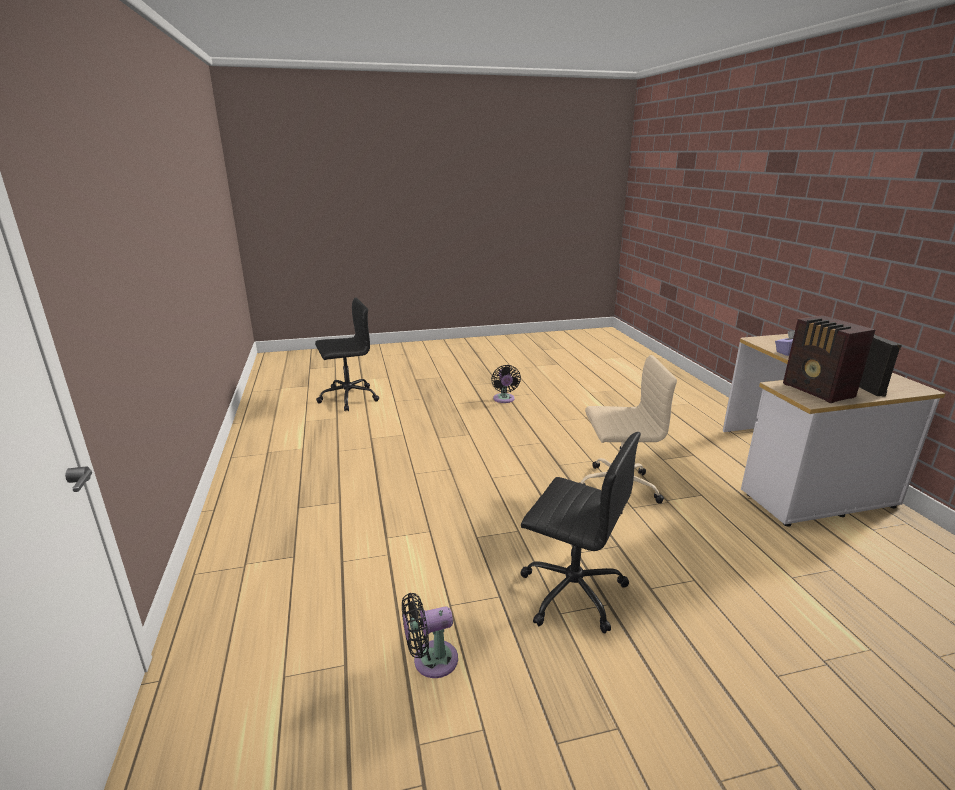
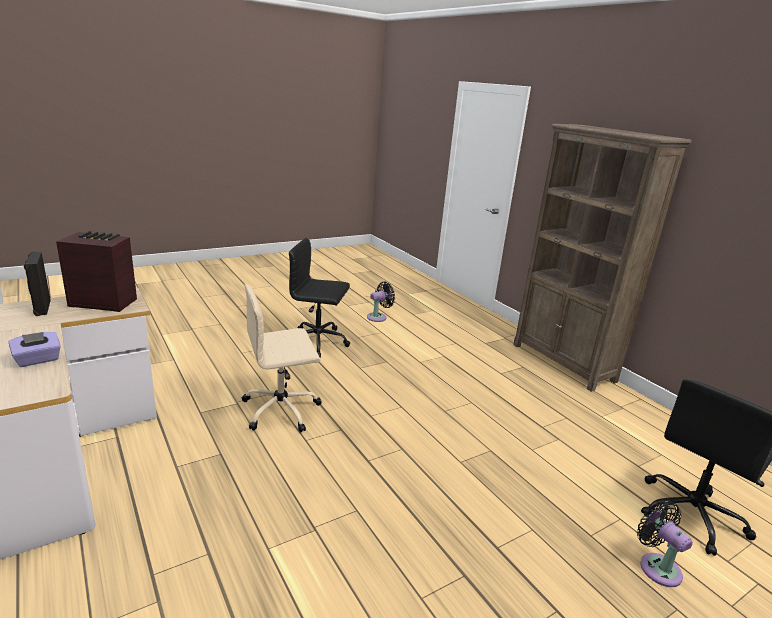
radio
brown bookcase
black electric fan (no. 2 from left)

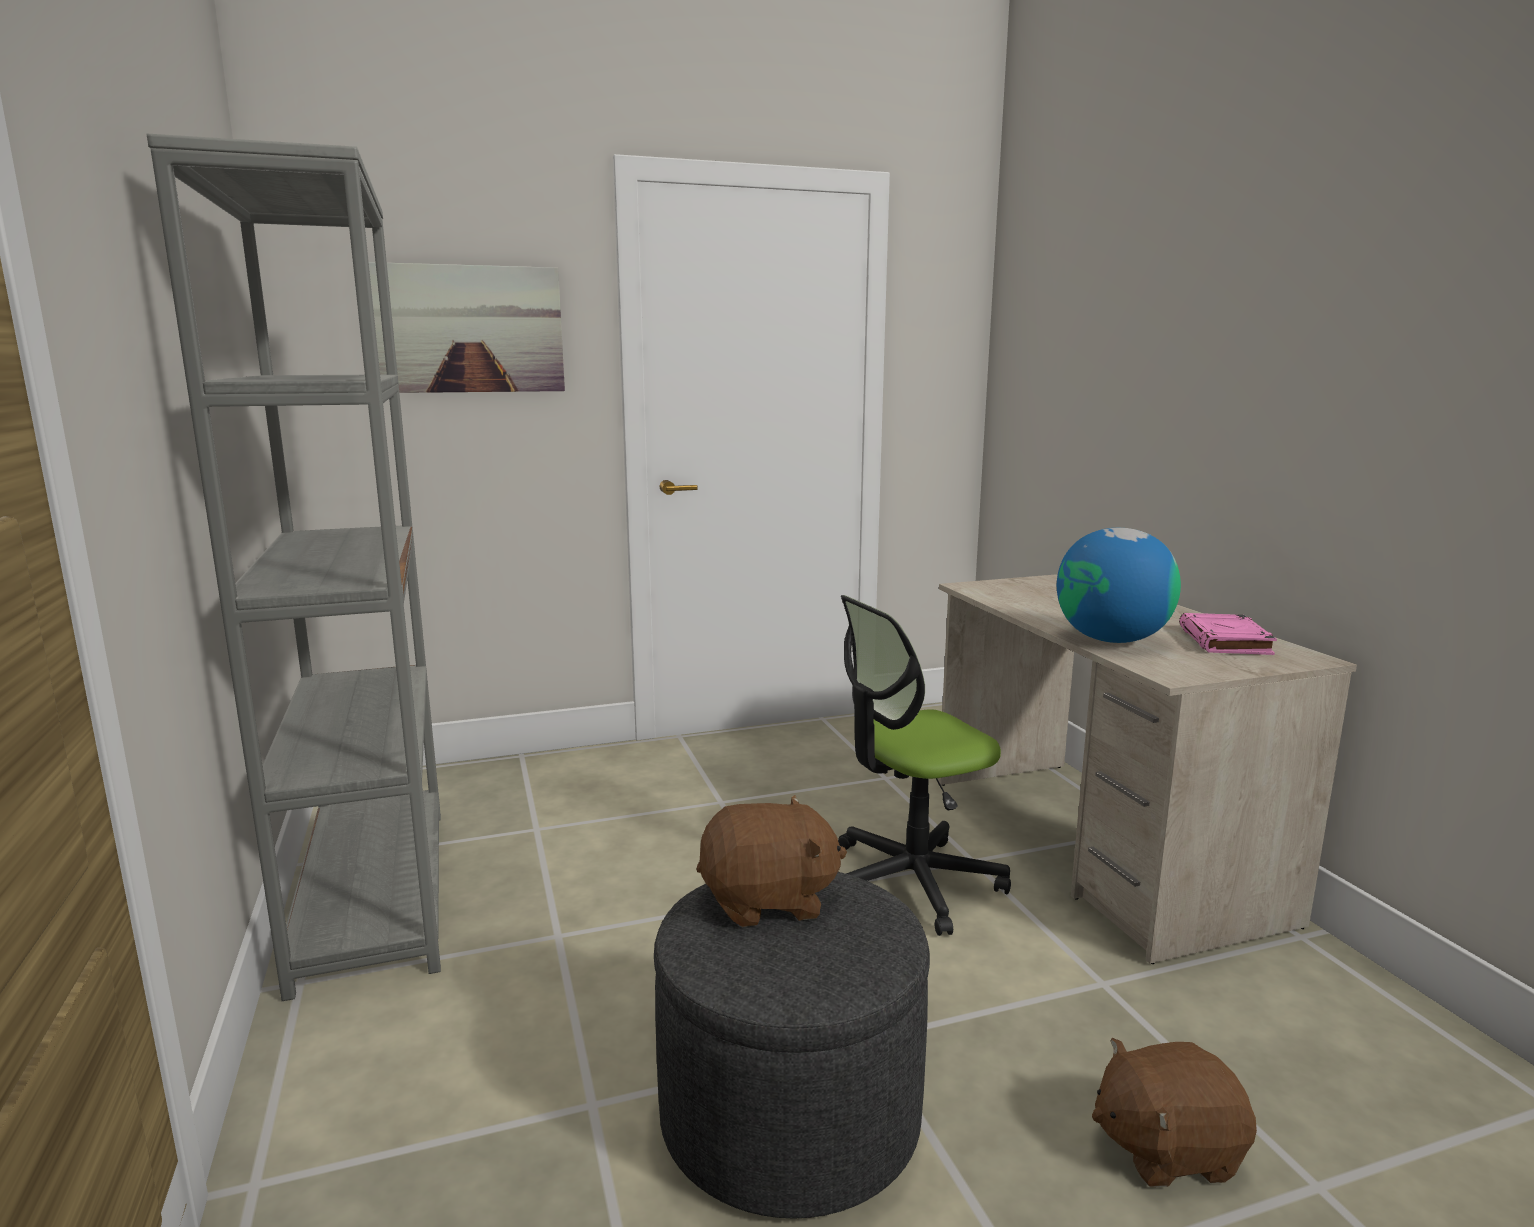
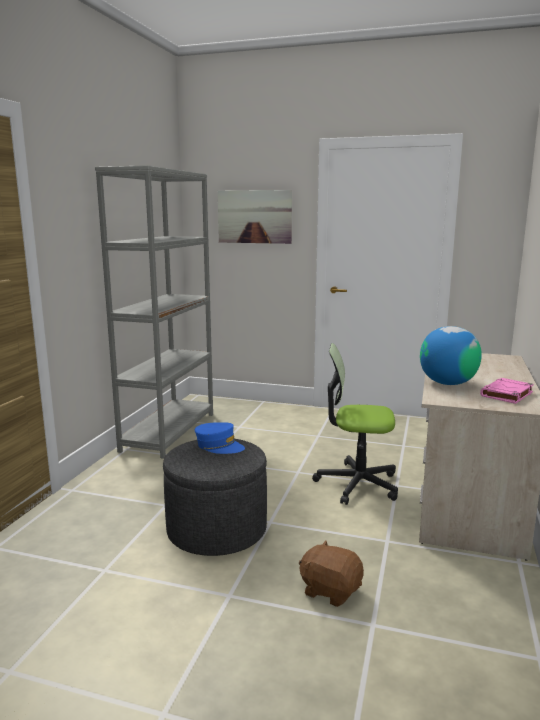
blue cap

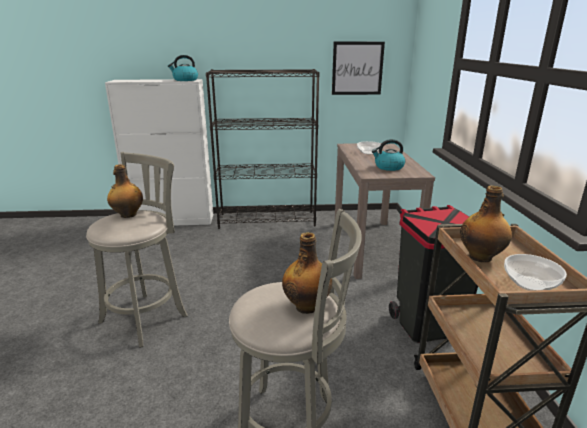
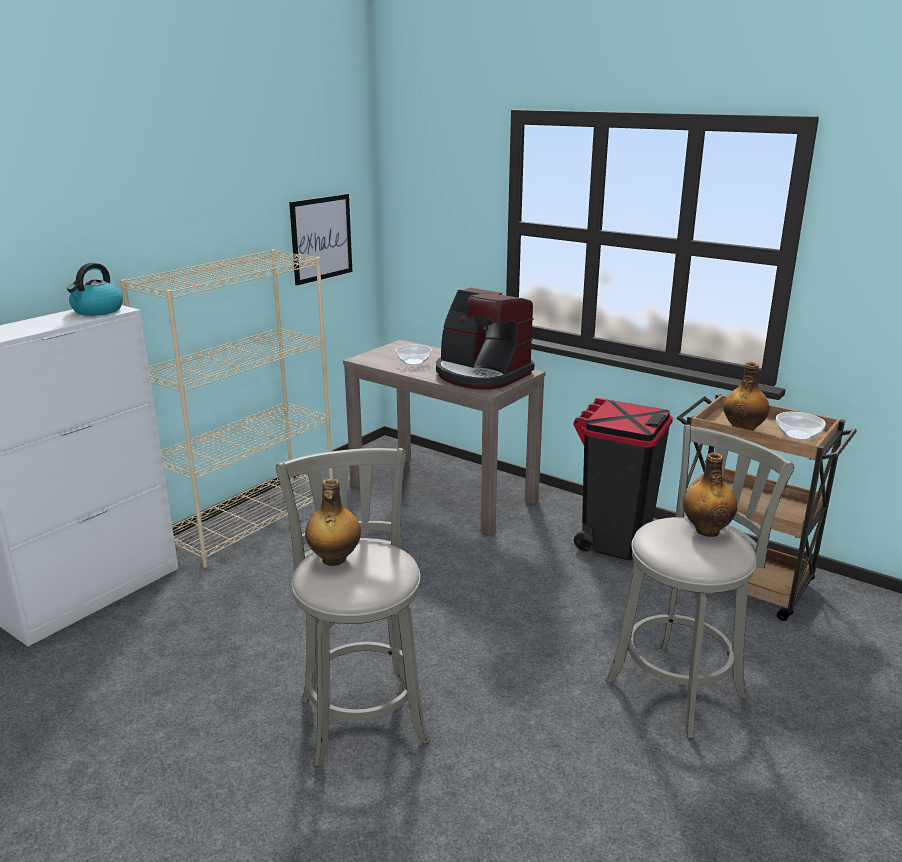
beige-coloured bookcase
coffee machine

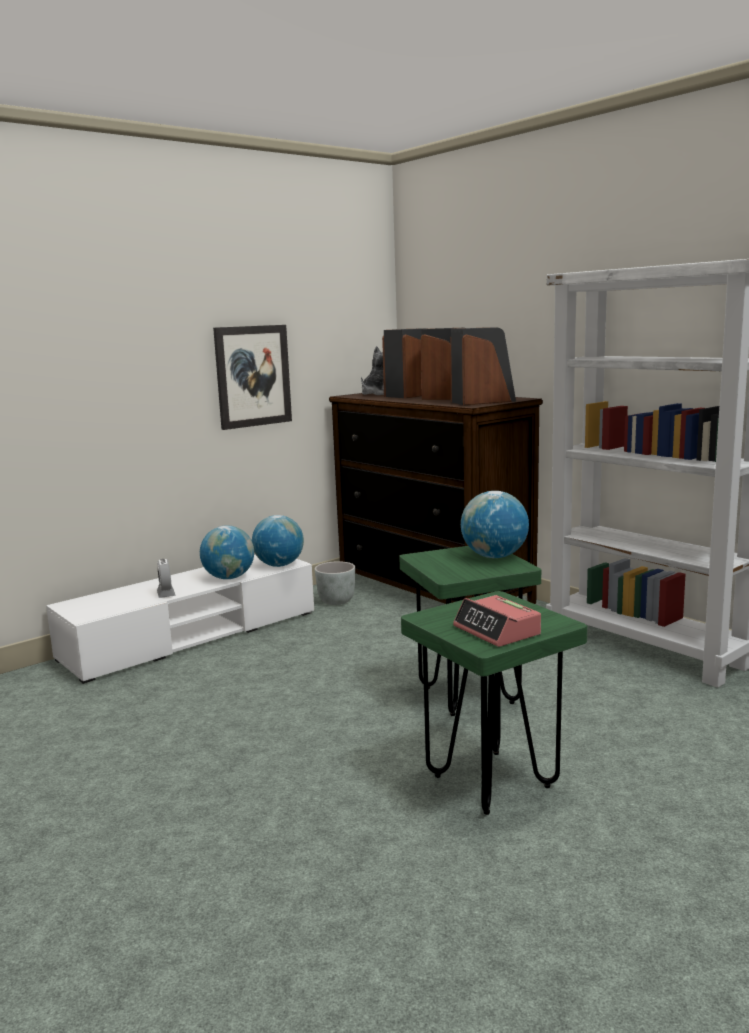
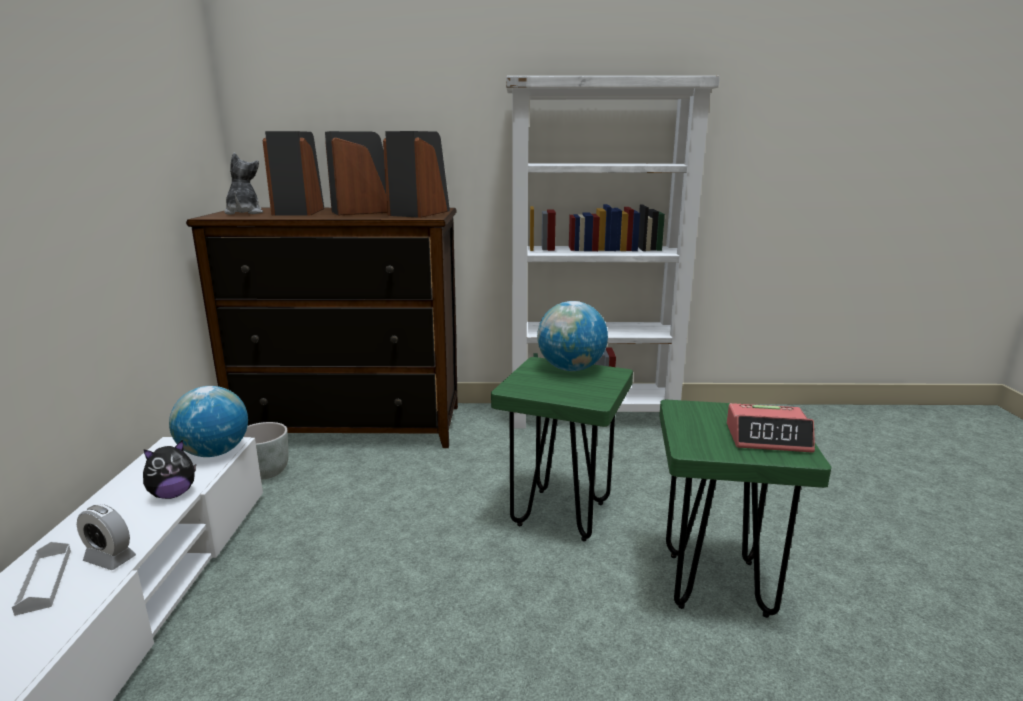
white serving tray
cuddly toy (no. 1 from left)
wall art

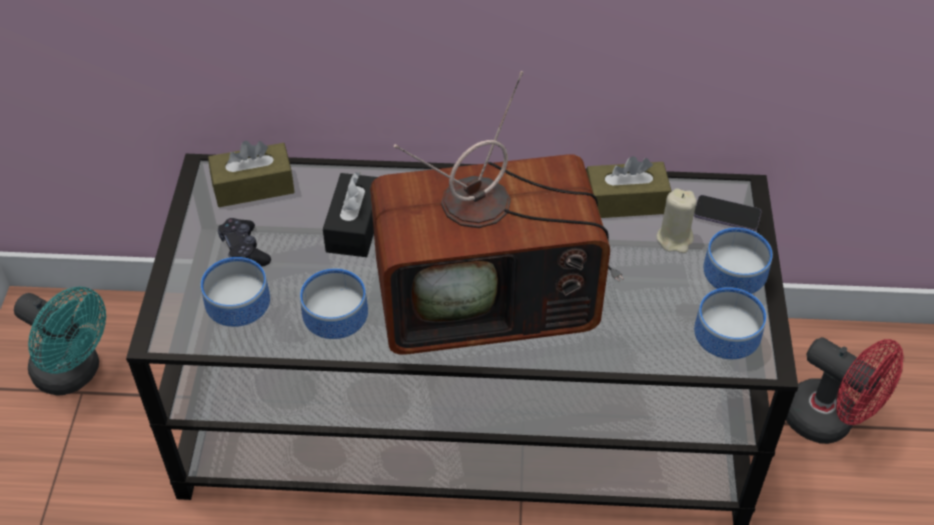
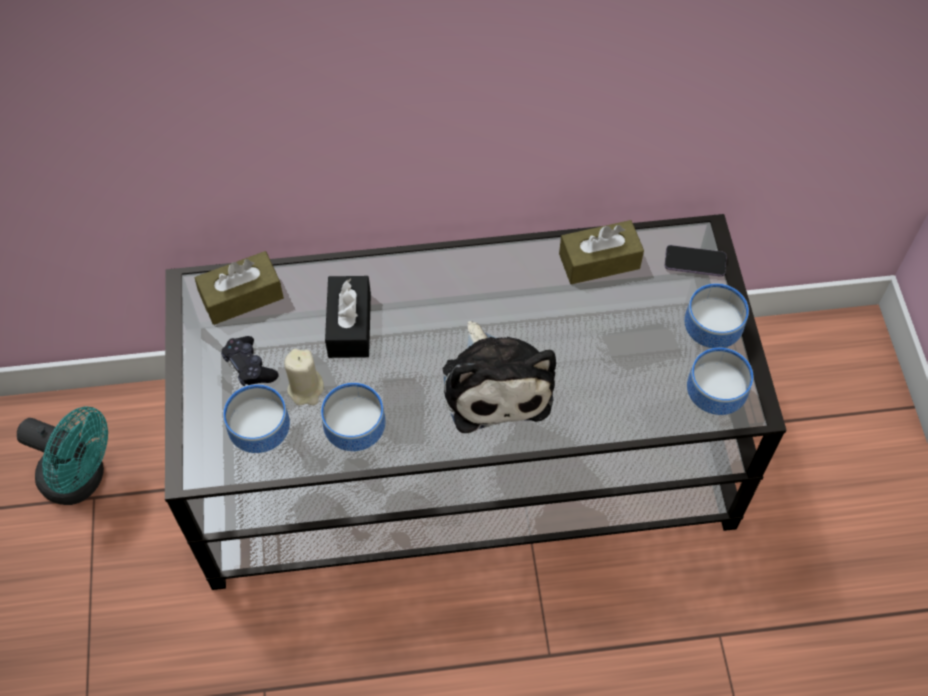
beige-coloured wax candle
cuddly toy
red-coloured electric fan

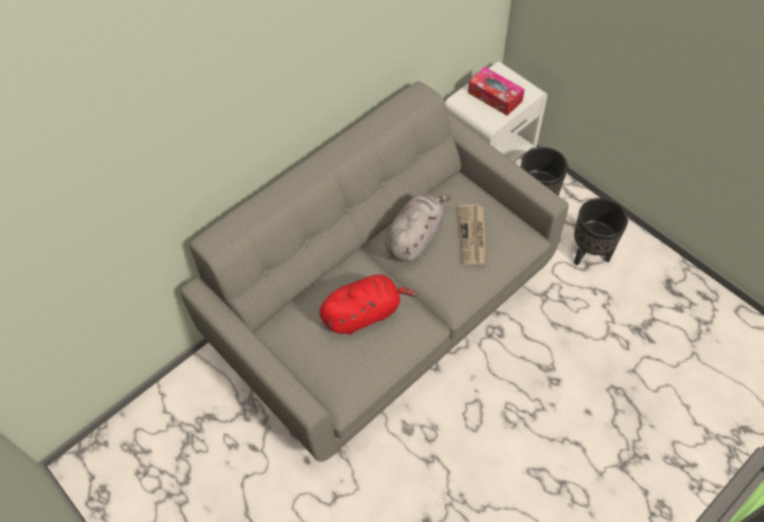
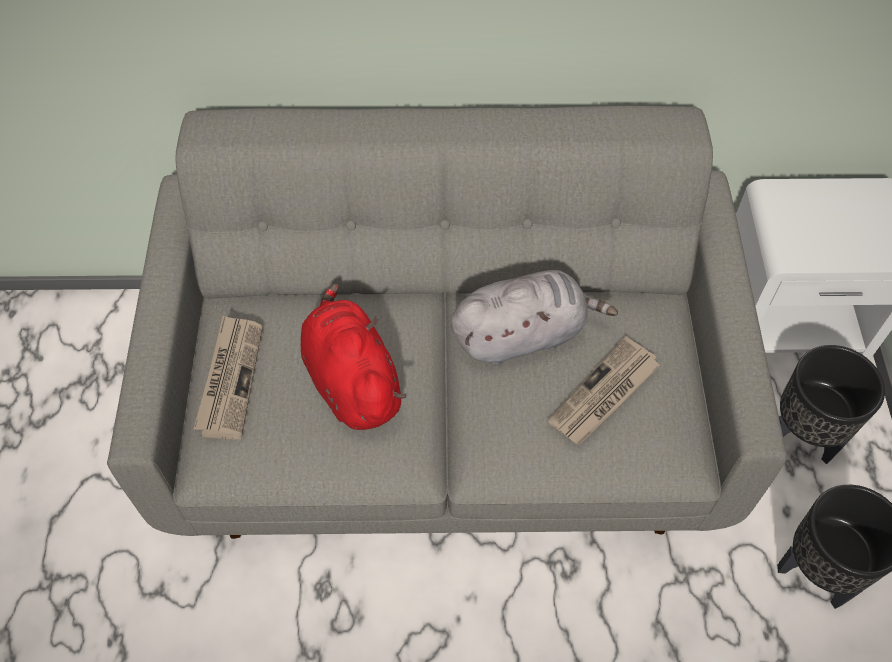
newspaper (no. 1 from left)
red-coloured cuddly toy
tissue box

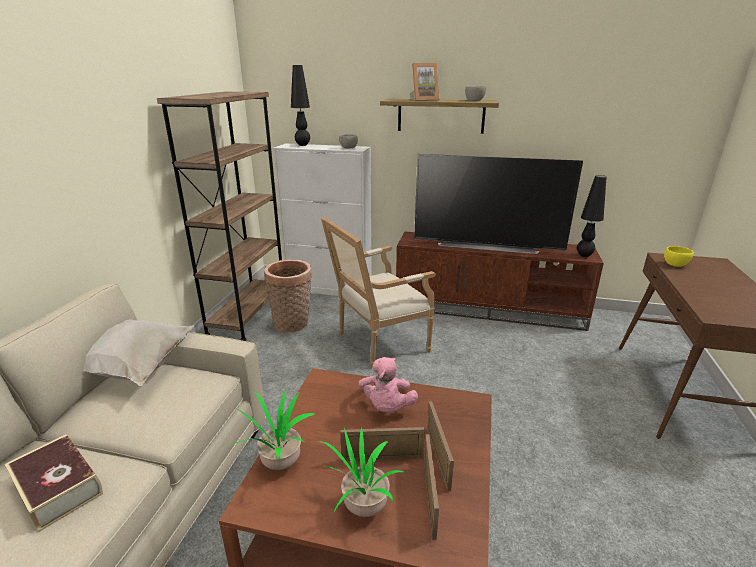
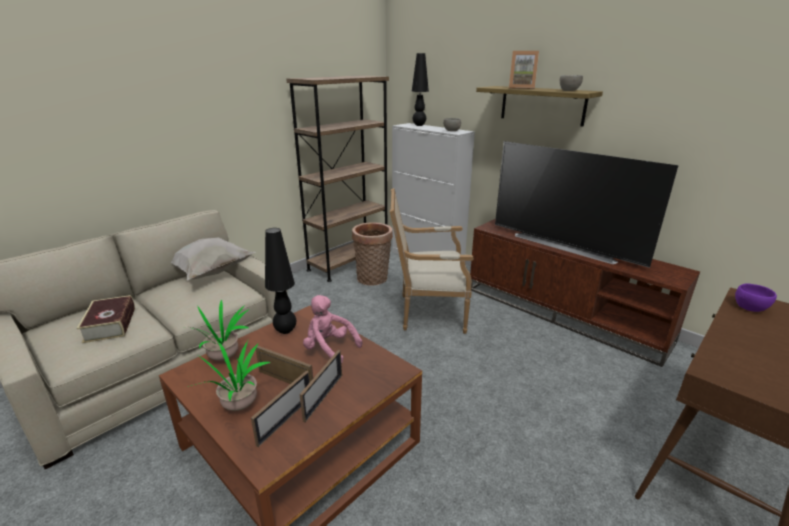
black lamp for a table (no. 1 from left)
pinkish cuddly toy
purple serving bowl

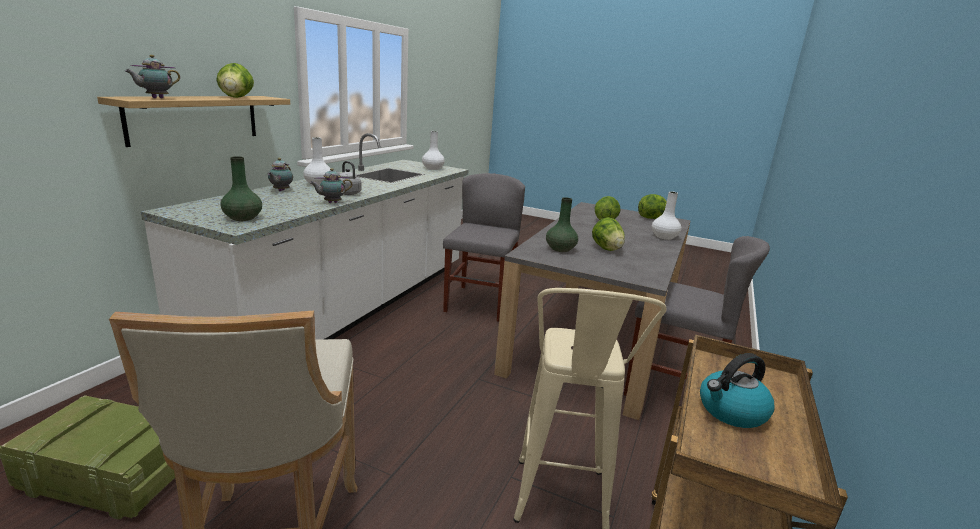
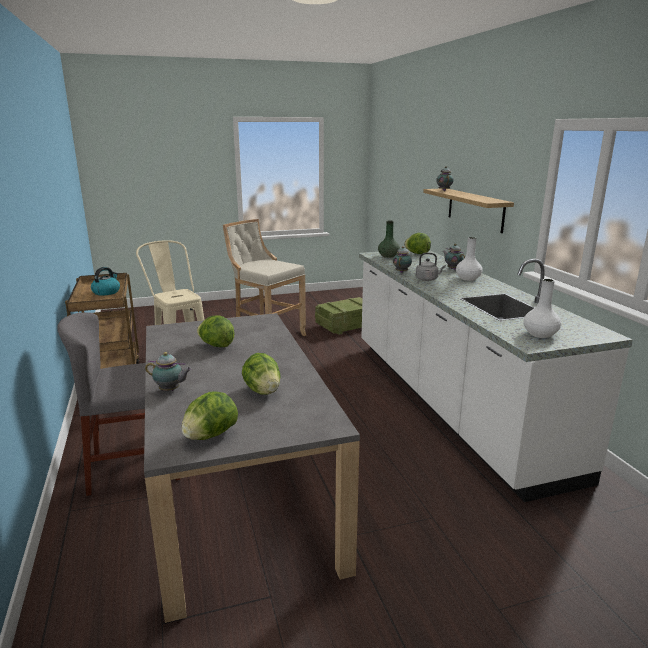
teapot (no. 1 from left)
lettuce head (no. 4 from left)
grey chair (no. 1 from left in the first image)
green-coloured flower vase (no. 2 from left in the first image)

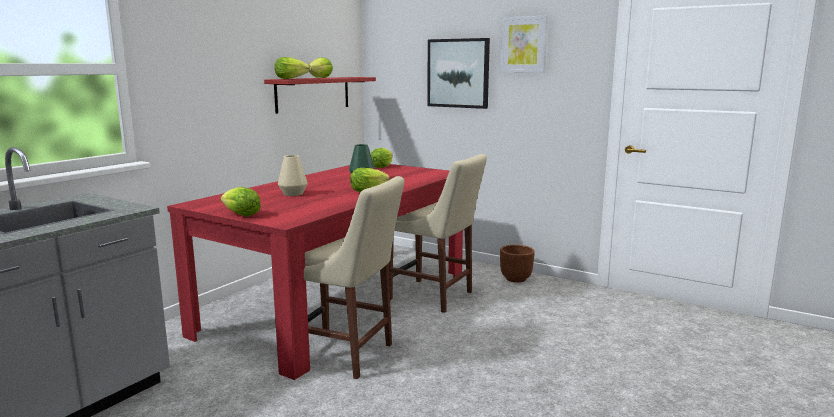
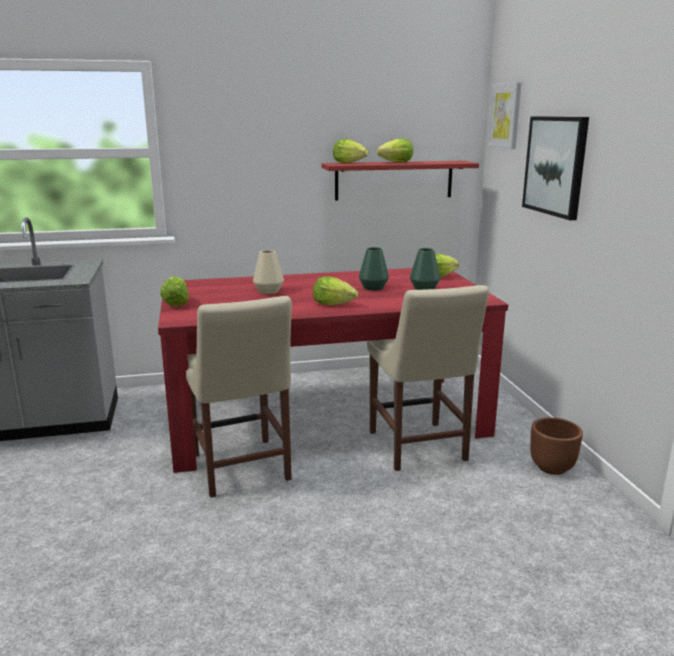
green-coloured flower vase (no. 2 from left)
wall art (no. 1 from left)

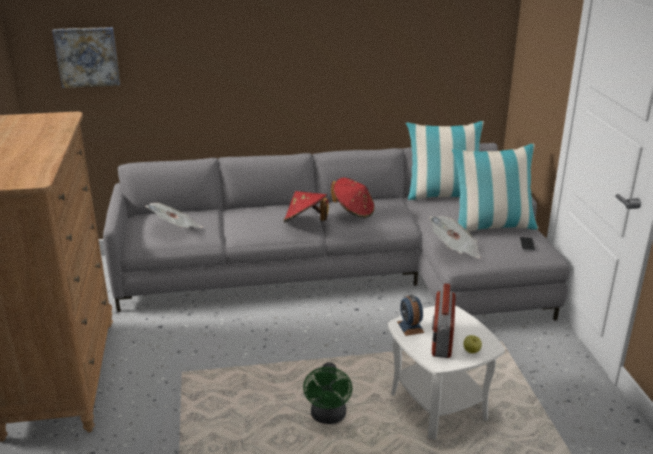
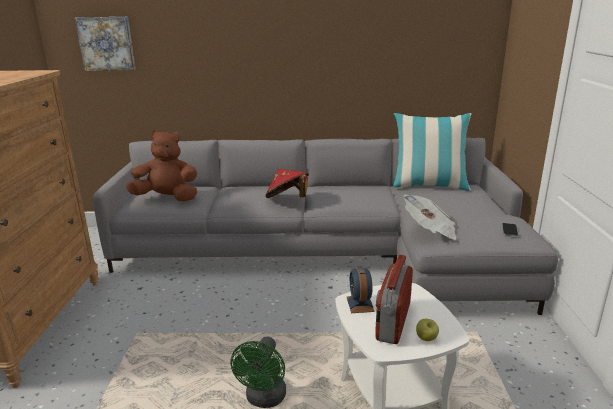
brown cuddly toy
red-coloured clothing hat (no. 2 from left in the first image)
cushion (no. 2 from left in the first image)

